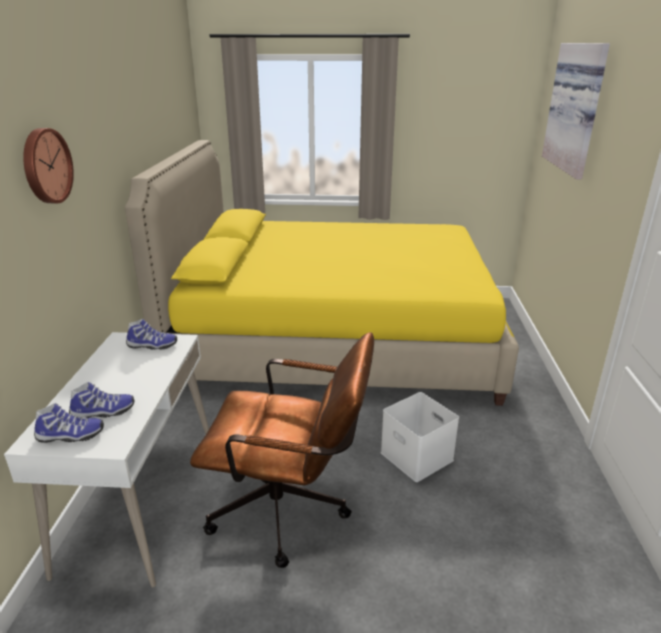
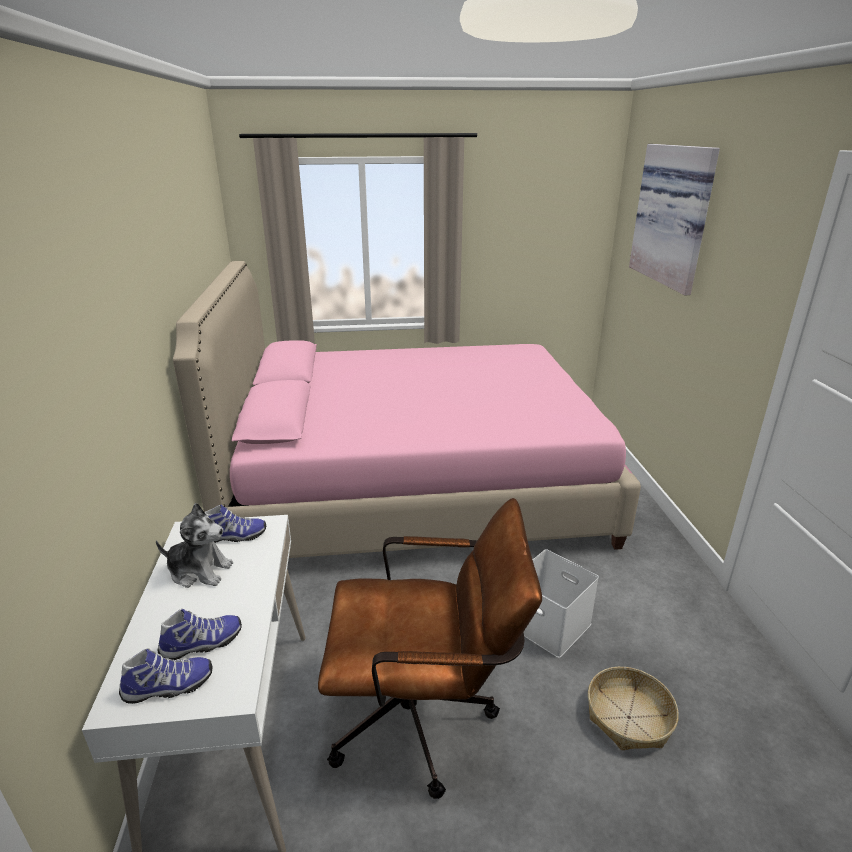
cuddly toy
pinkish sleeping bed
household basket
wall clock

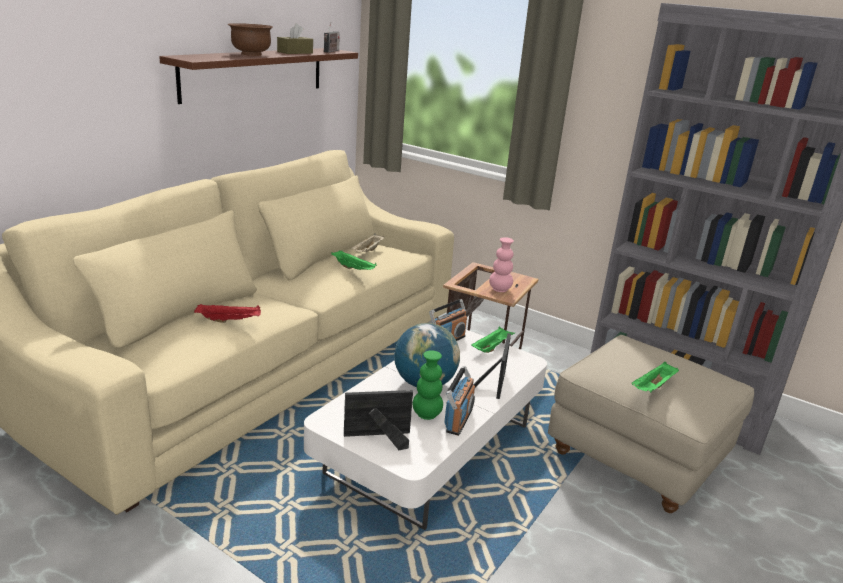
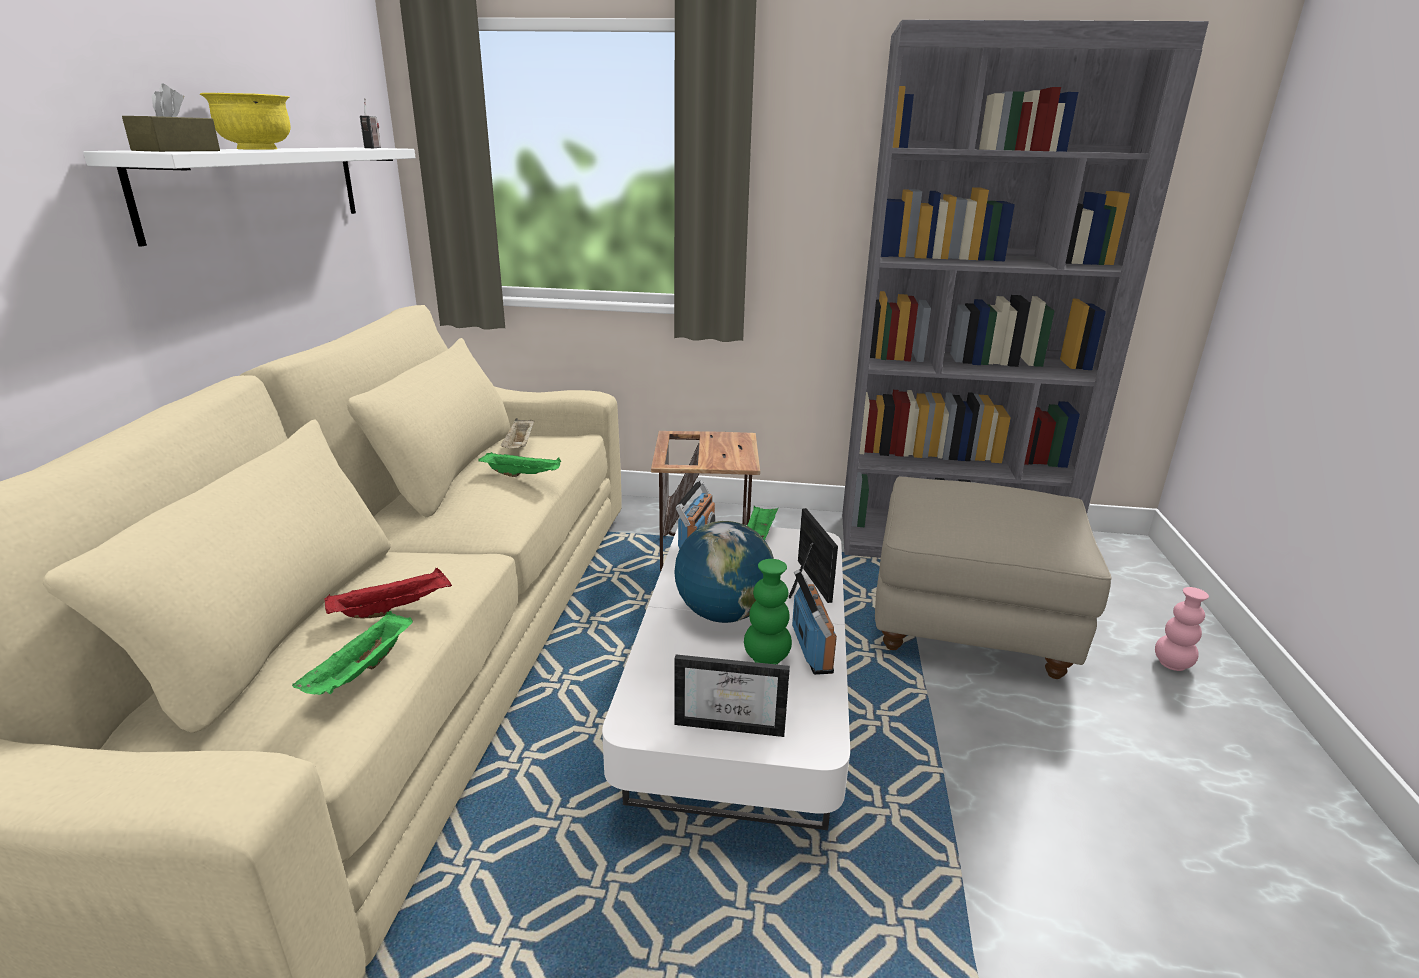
white shelf
brown tissue box
yellowish serving bowl
green-coloured serving tray (no. 1 from left)
picture frame (no. 1 from left)
pinkish flower vase

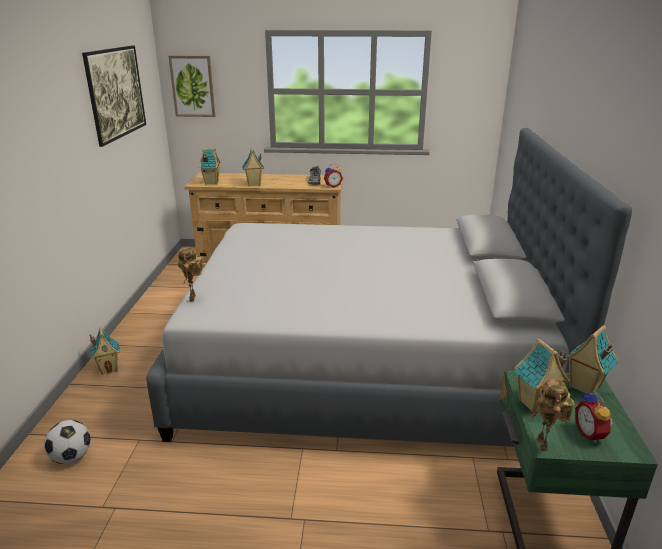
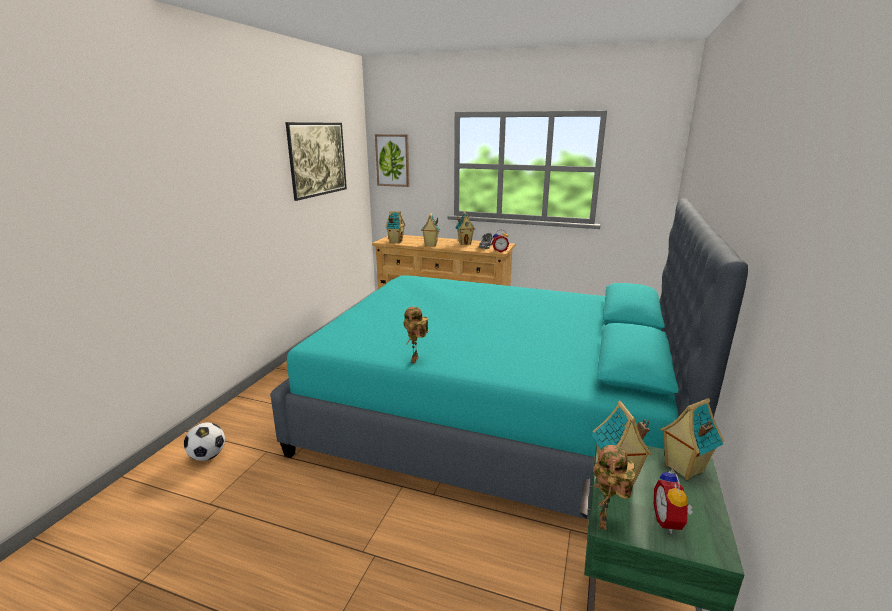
turquoise-coloured sleeping bed
toy robot (no. 1 from left)
toy house (no. 3 from left)

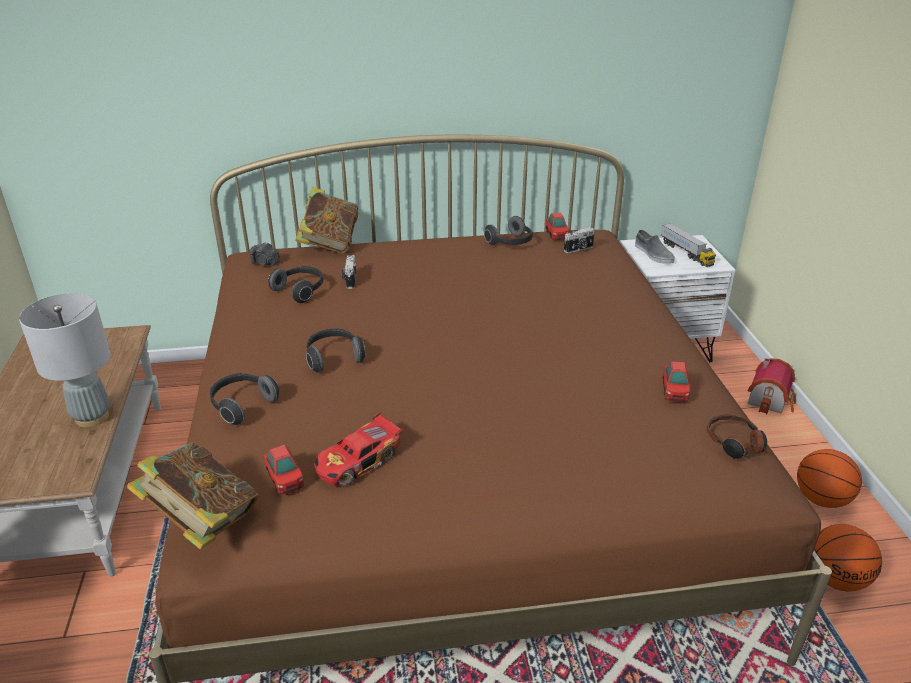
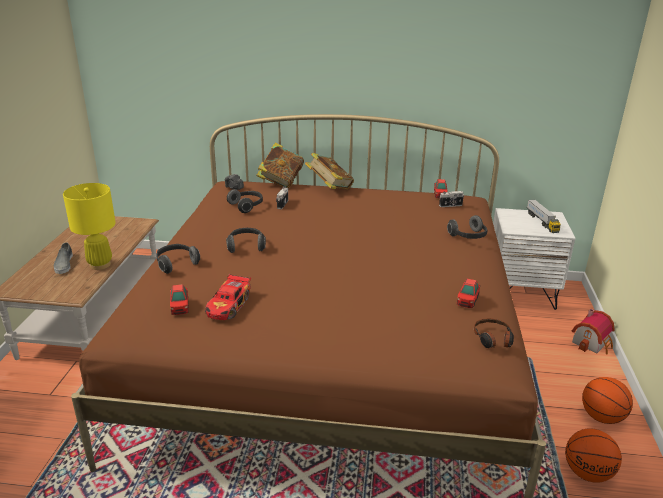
grey low shoe
yellowish lamp for a table
toy car (no. 2 from left)
book (no. 2 from left)
headset (no. 4 from left)

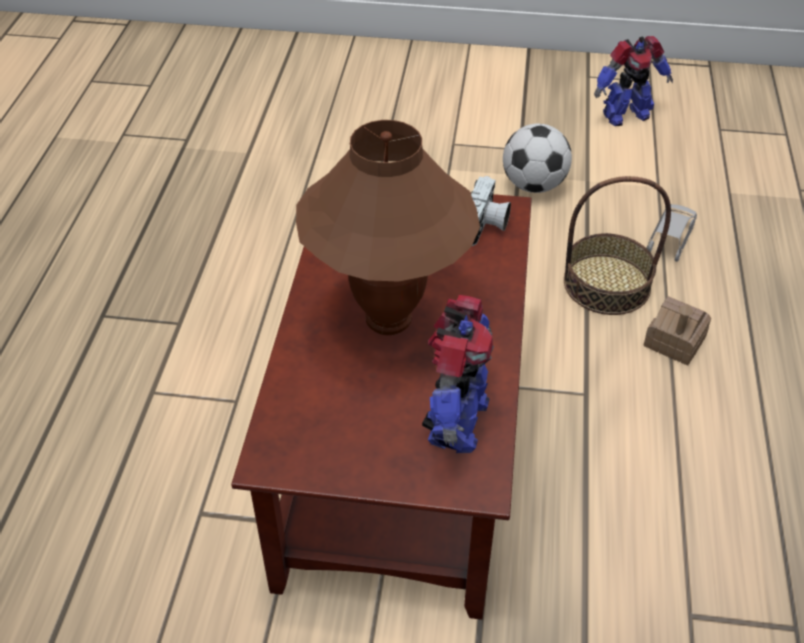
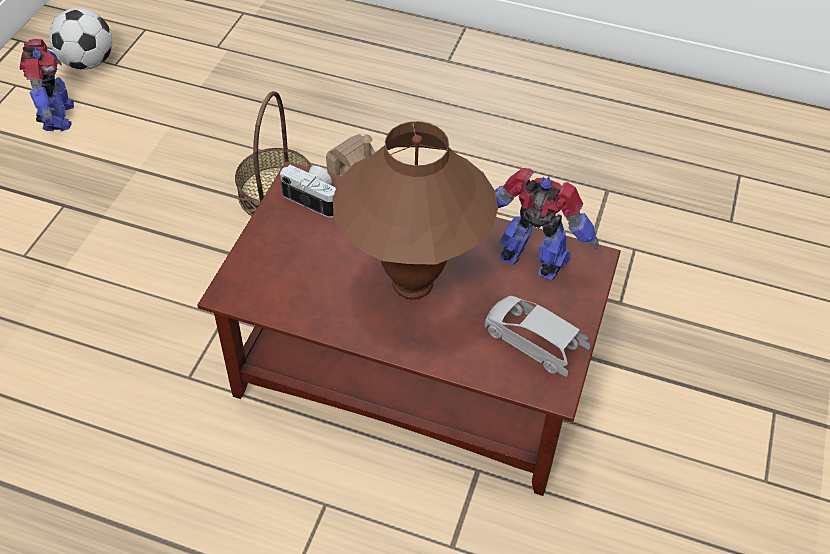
football ball
grey toy car

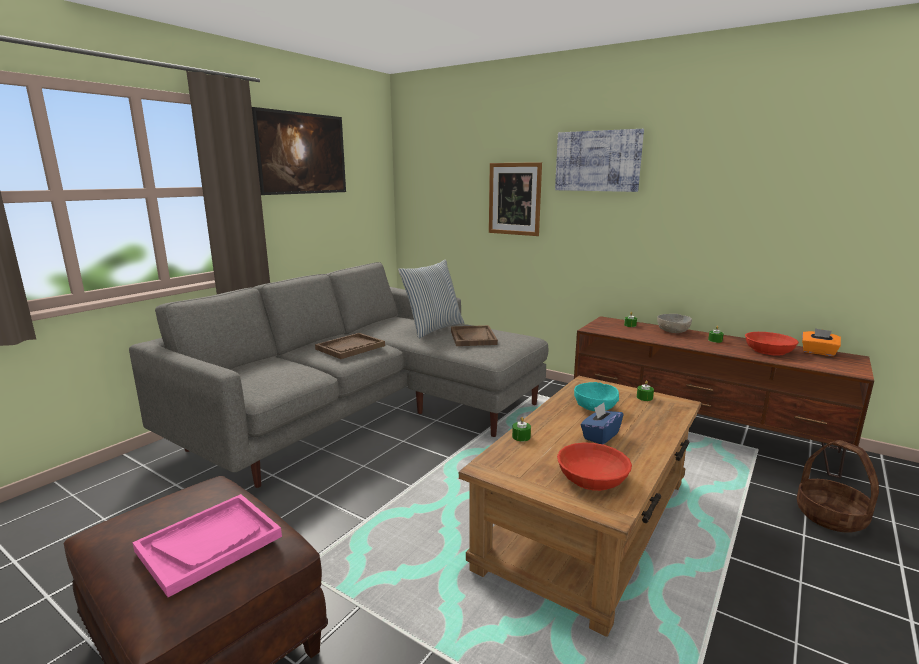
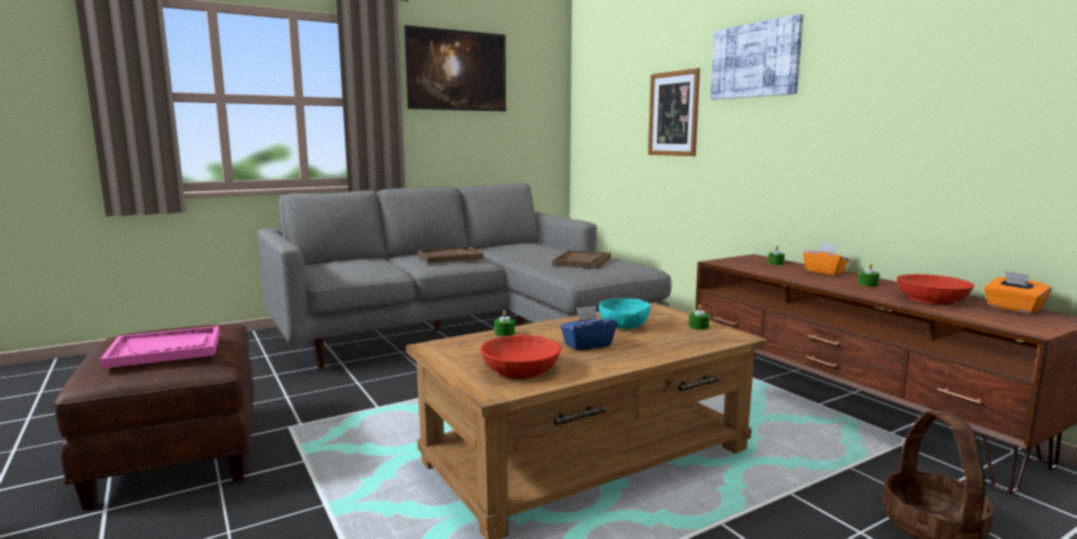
orange tissue box (no. 1 from left)
cushion

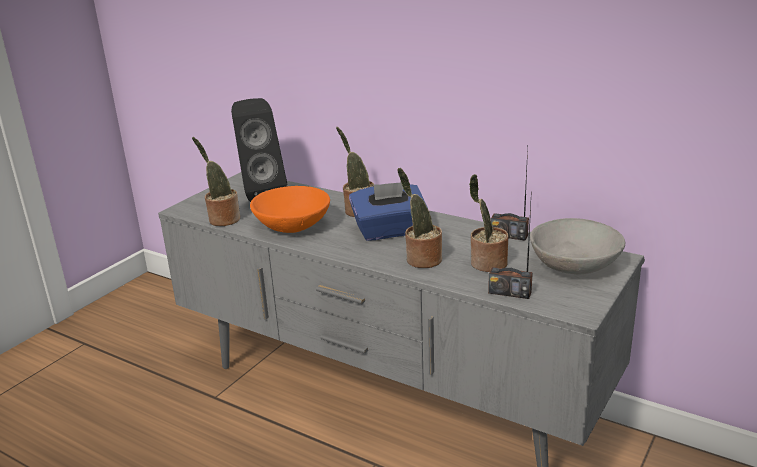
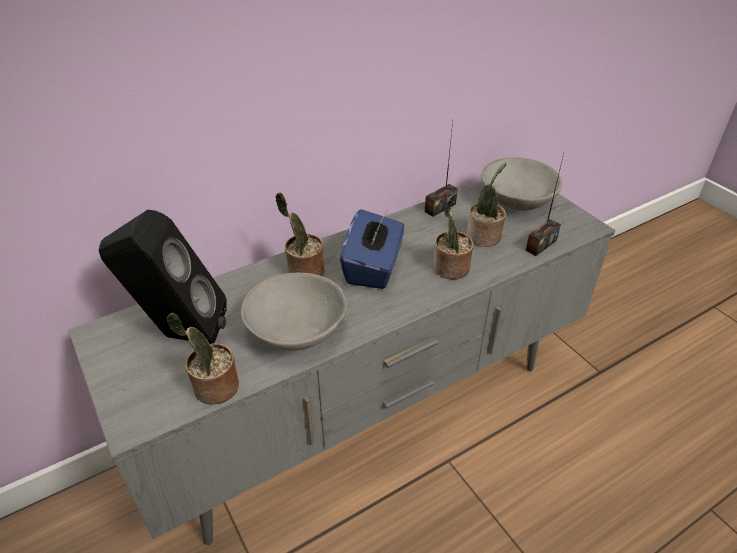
grey serving bowl (no. 1 from left)

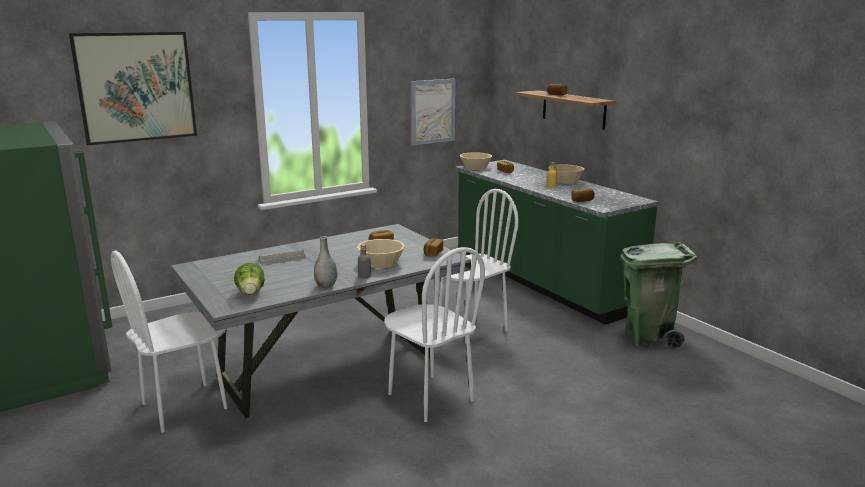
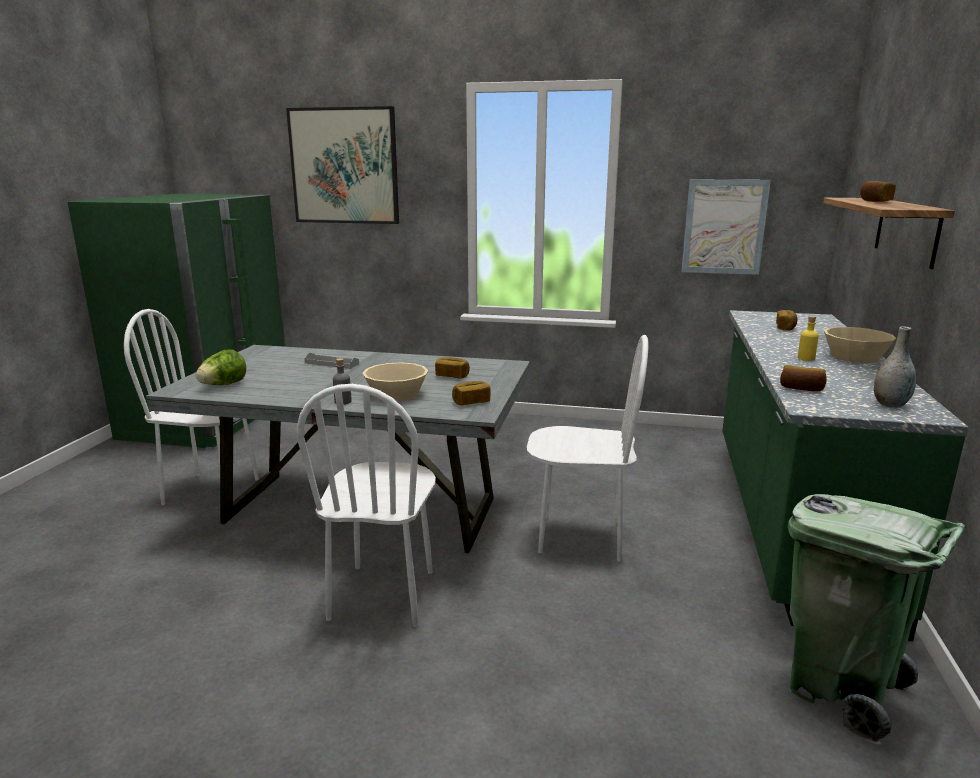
grey flower vase
beige-coloured serving bowl (no. 2 from left in the first image)

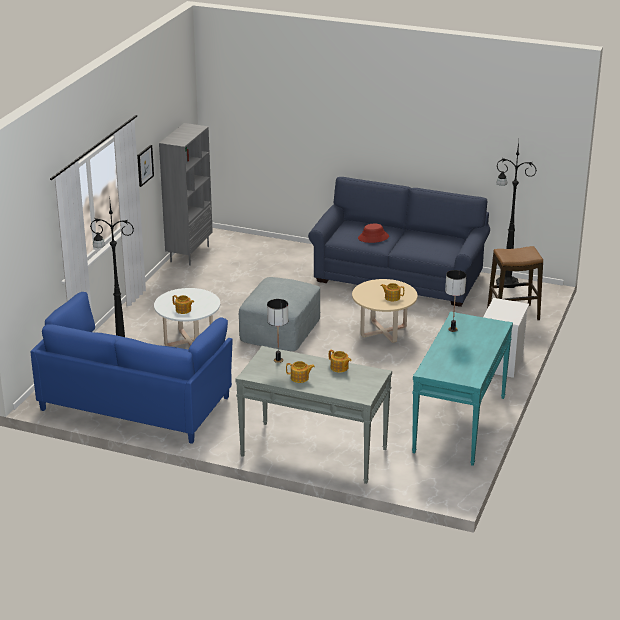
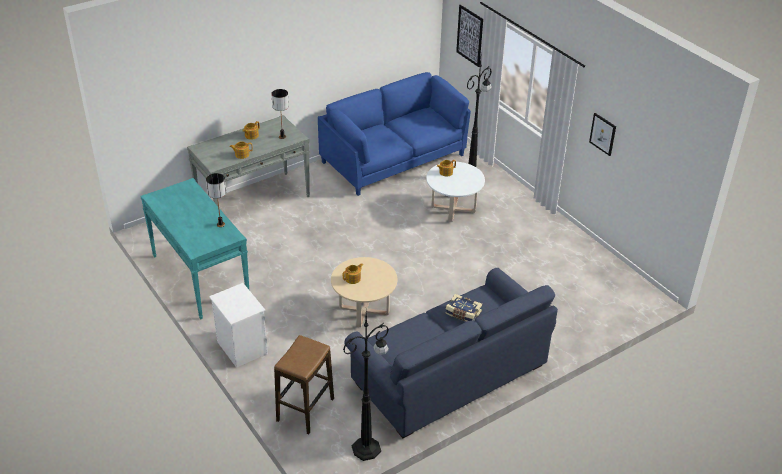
book
wall art (no. 1 from left)
grey bookcase
grey pouffe

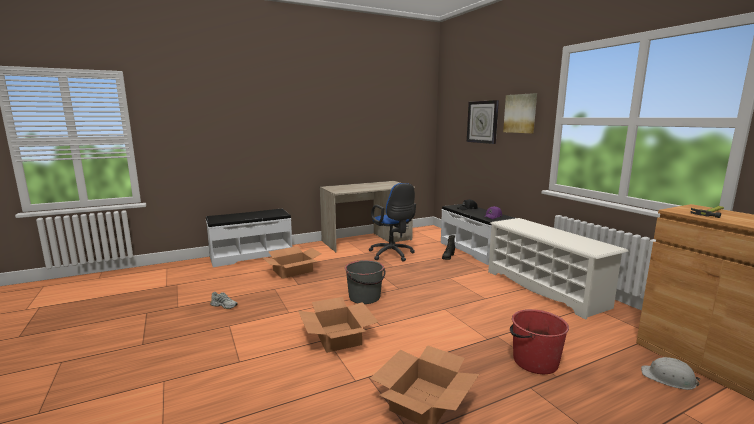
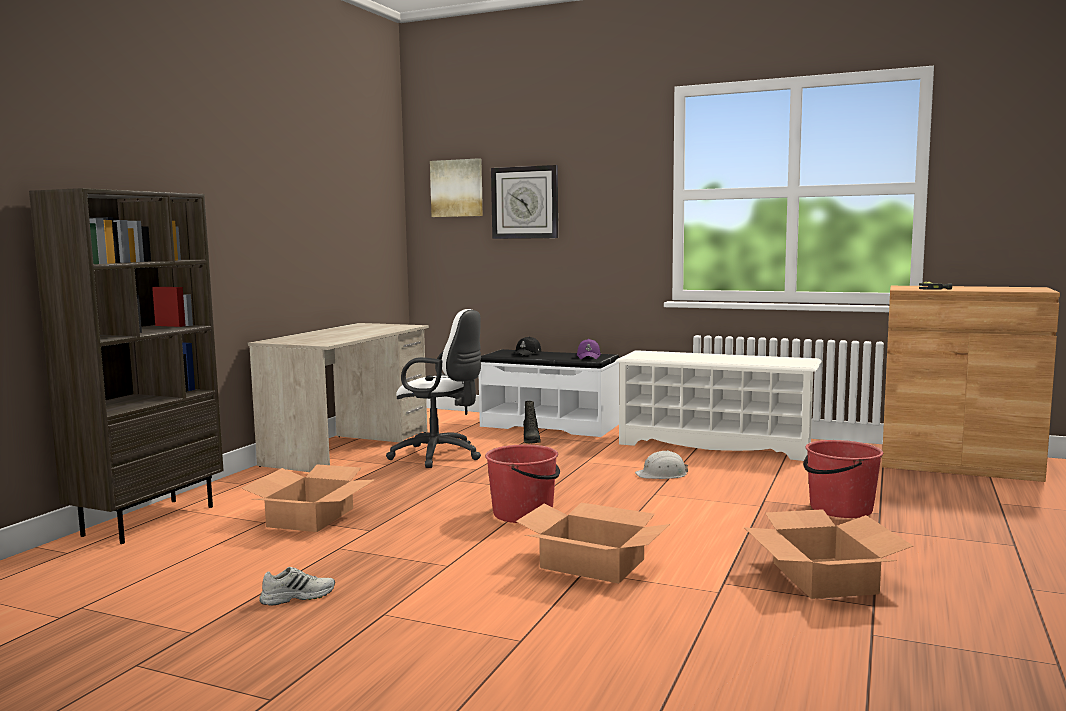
brown bookcase
white desk chair
wall art
red-coloured bucket (no. 1 from left)
white work helmet

